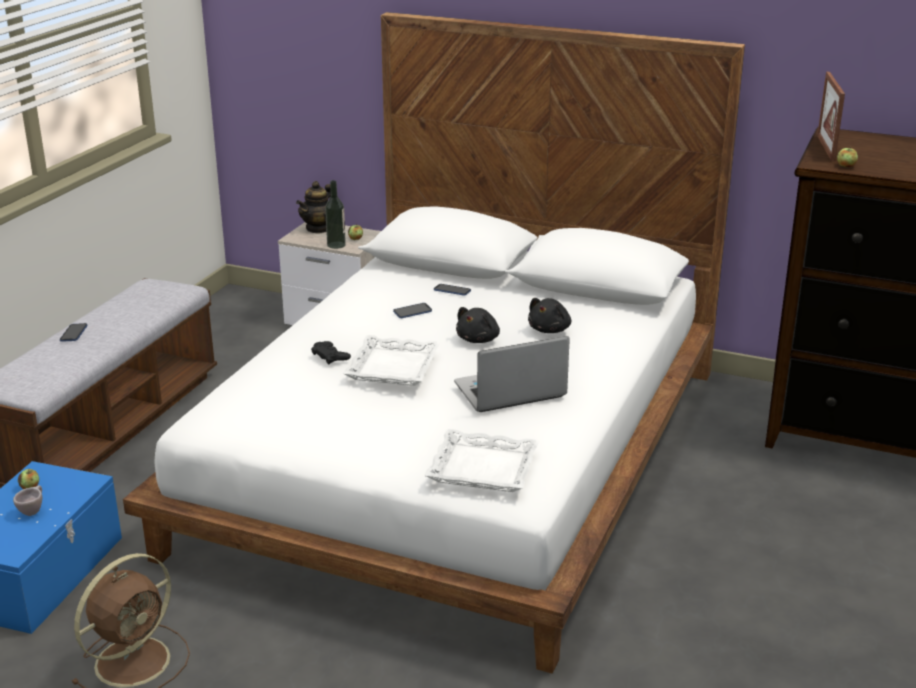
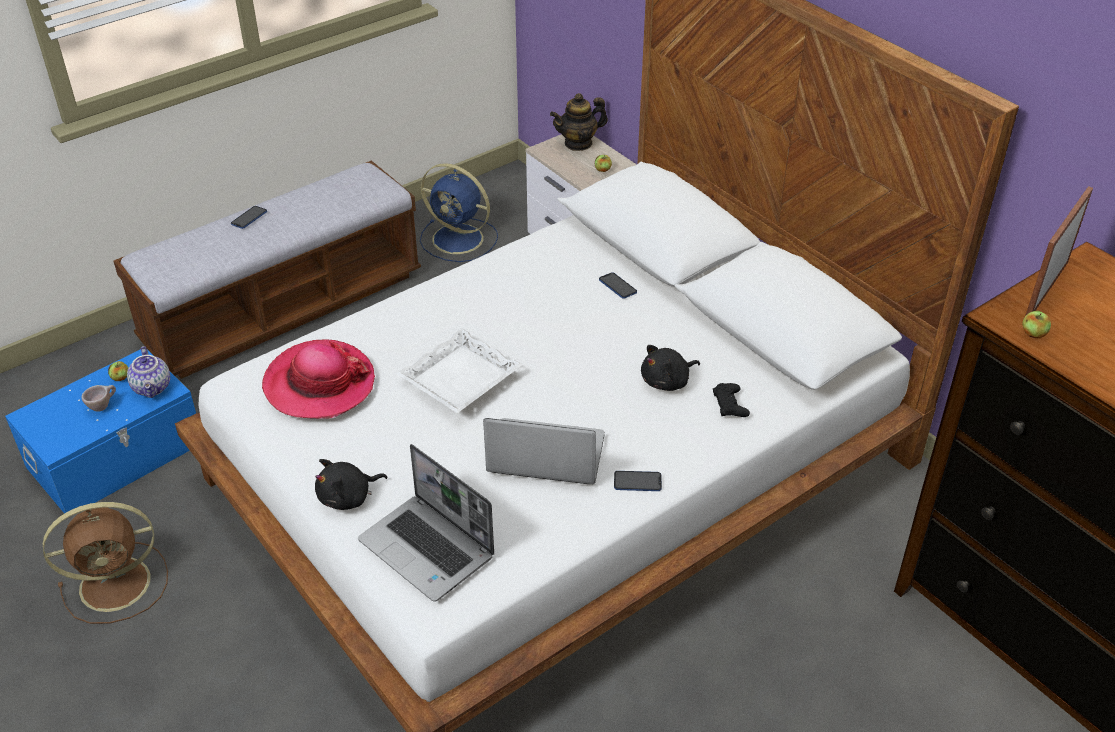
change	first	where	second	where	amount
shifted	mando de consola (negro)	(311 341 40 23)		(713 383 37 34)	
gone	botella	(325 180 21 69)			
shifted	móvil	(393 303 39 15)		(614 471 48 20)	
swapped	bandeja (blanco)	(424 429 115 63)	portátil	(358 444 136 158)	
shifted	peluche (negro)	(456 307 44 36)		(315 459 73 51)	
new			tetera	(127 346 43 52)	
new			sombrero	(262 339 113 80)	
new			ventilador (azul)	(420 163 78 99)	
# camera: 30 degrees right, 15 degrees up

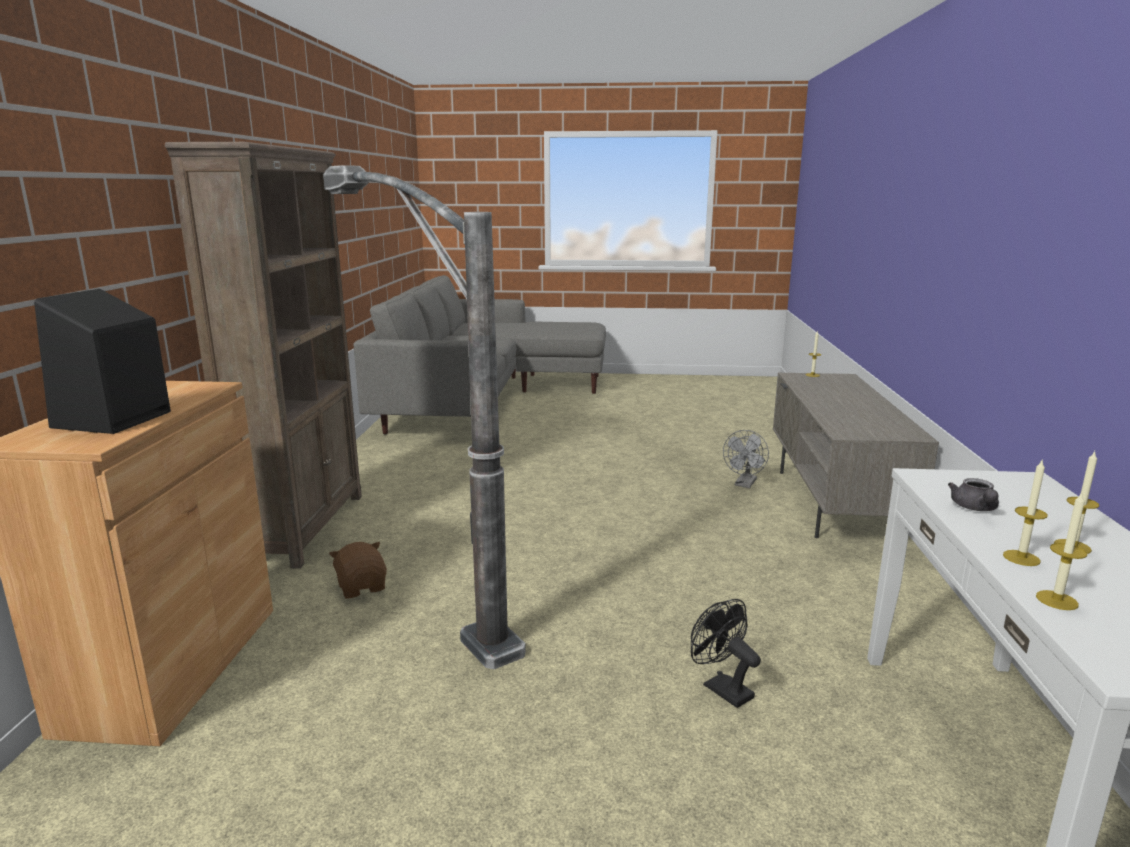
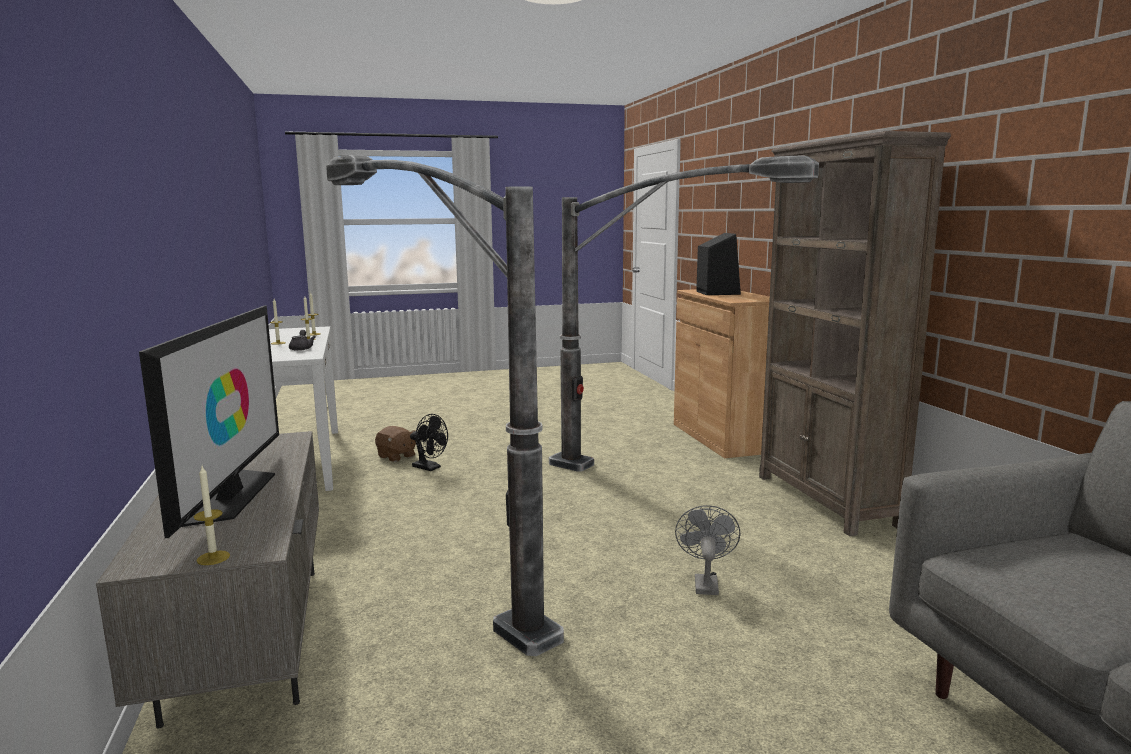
change	first	where	second	where	amount
shifted	peluche (marrón)	(329 542 58 56)		(375 426 41 36)	
shifted	ventilador (gris)	(723 430 46 58)		(675 505 65 90)	
new			televisor	(139 306 140 232)	
new			lámpara de pie	(326 155 238 501)	
# camera: 160 degrees right, 5 degrees down

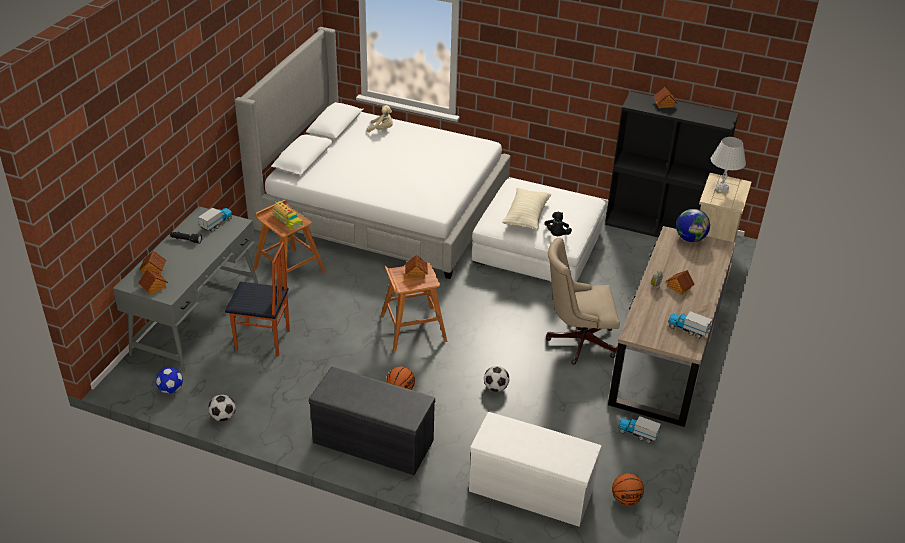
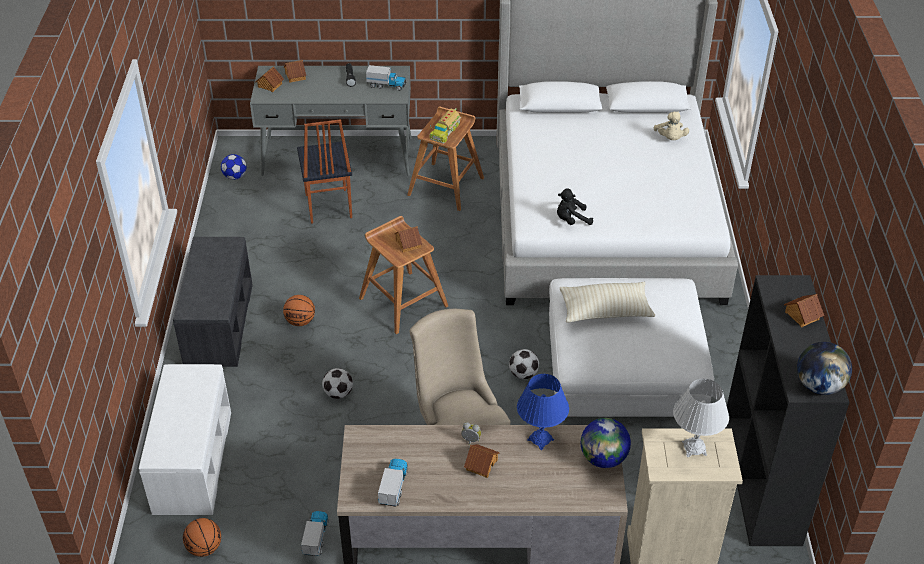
change	first	where	second	where	amount
shifted	balón de fútbol	(208 395 28 26)		(509 349 30 30)	
shifted	peluche (negro)	(545 212 27 24)		(557 188 36 37)	
new			lámpara de mesa (azul)	(517 374 52 76)	
new			globo terráqueo	(797 342 55 53)	
# camera: 70 degrees right, 5 degrees up

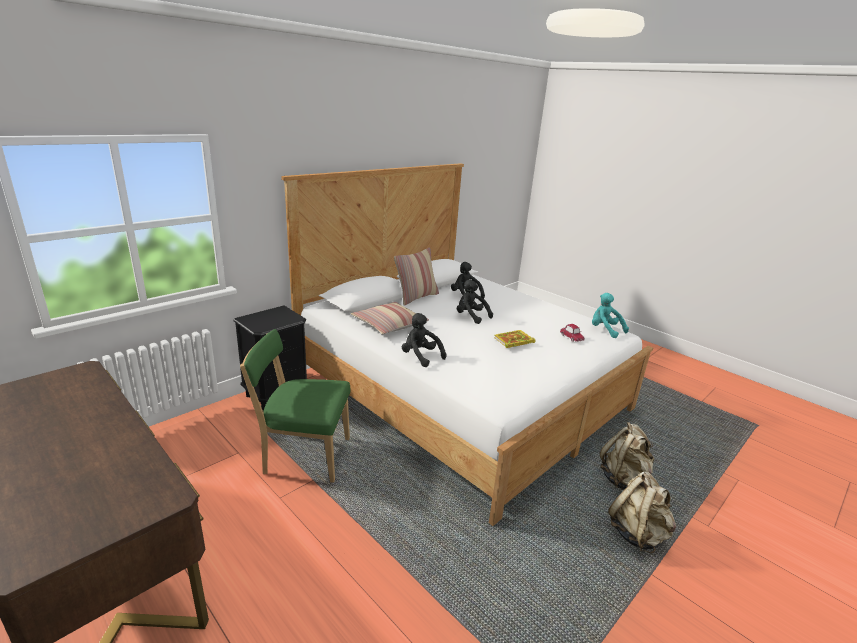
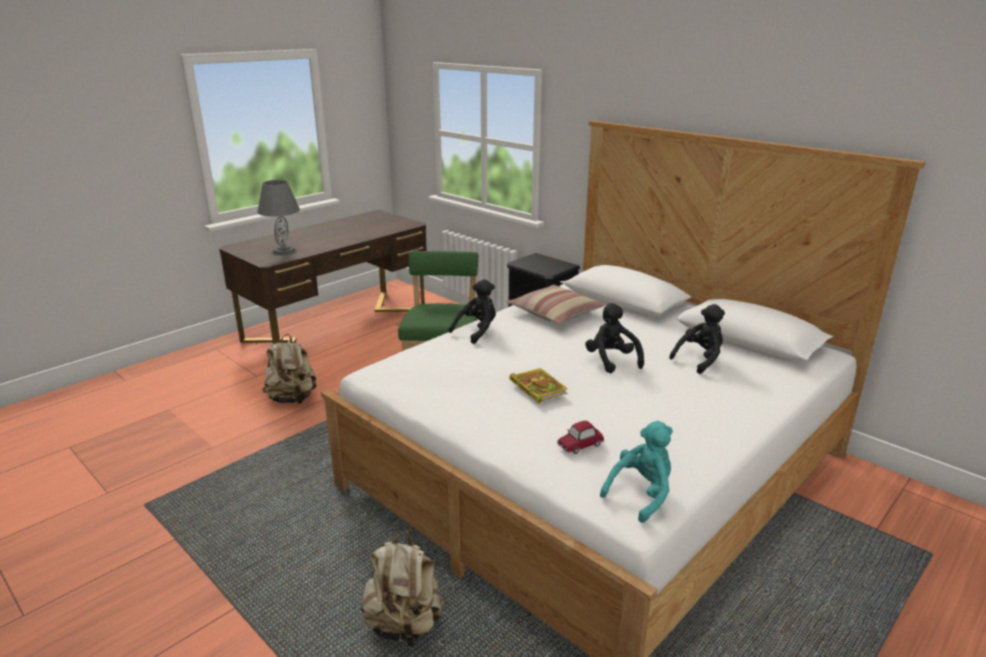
change	first	where	second	where	amount
gone	cojín	(394 248 45 58)			
rotated	peluche (negro)	(457 279 36 45)		(585 303 59 70)	60 degrees counterclockwise
shifted	mochila (beis)	(608 472 68 81)		(262 334 54 70)	
new			lámpara de mesa (gris)	(257 180 43 76)	
# camera: 90 degrees right, 0 degrees up

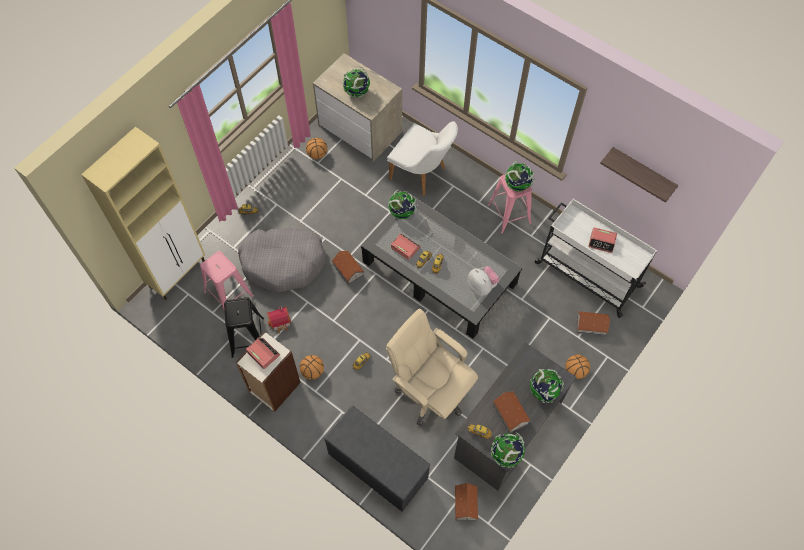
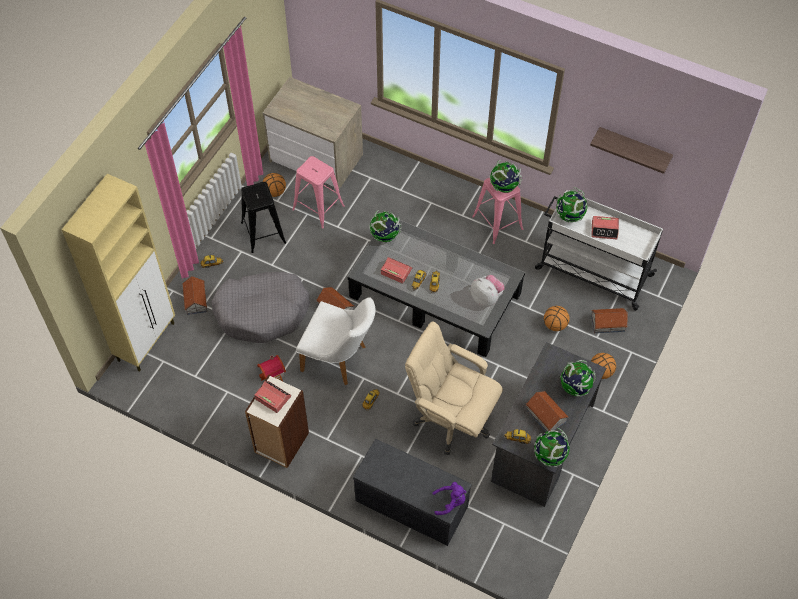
change	first	where	second	where	amount
shifted	taburete (rosa)	(200 251 54 60)		(292 156 53 73)	
shifted	taburete (negro)	(224 297 40 61)		(241 182 45 71)	
shifted	balón de baloncesto	(300 355 24 24)		(544 306 26 25)	
shifted	globo terráqueo	(343 67 27 31)		(556 187 31 35)	
shifted	silla (blanco)	(387 122 71 74)		(296 297 79 88)	
shifted	casita	(455 483 24 38)		(182 276 25 39)	
new			peluche (morado)	(432 482 34 33)	
# camera: 10 degrees left, 5 degrees down

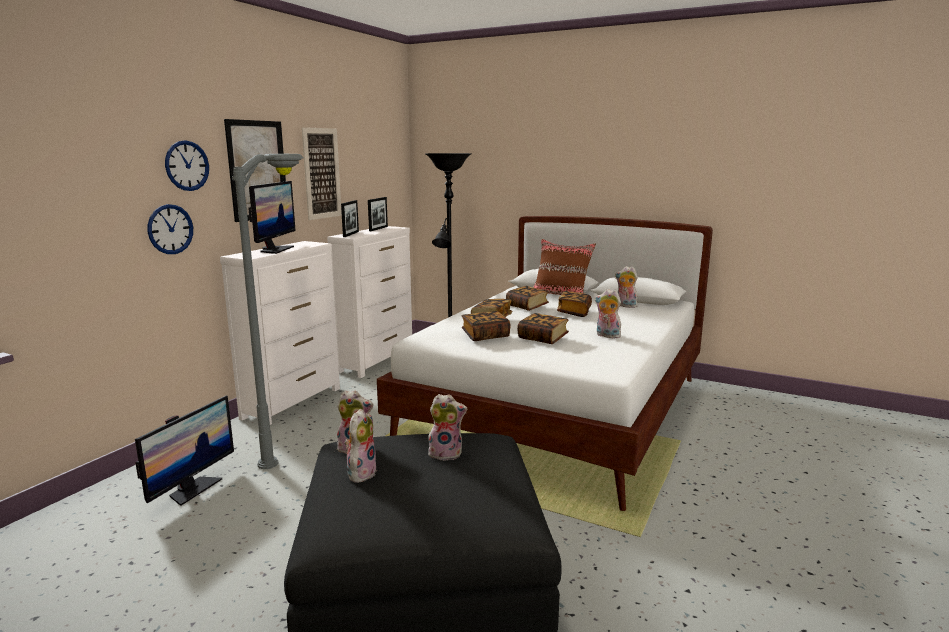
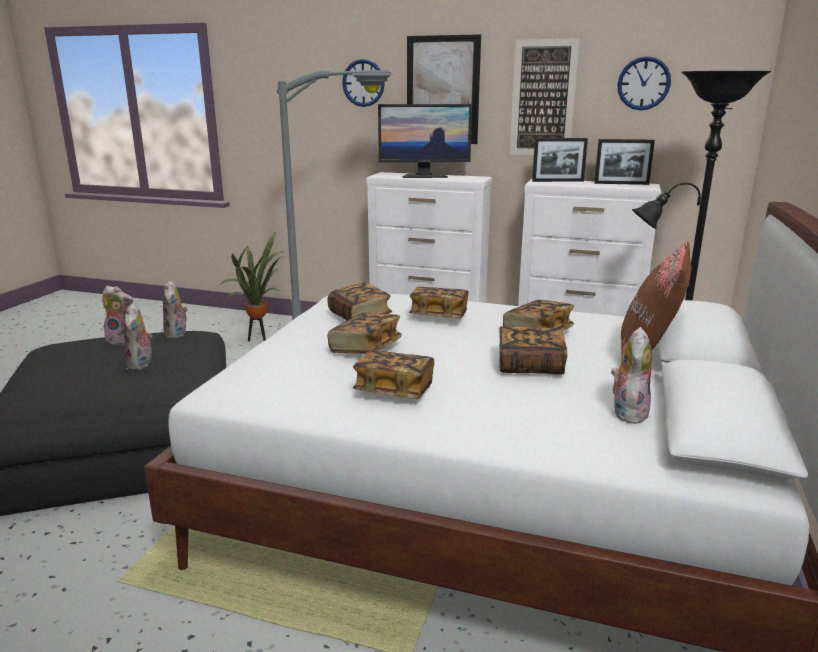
change	first	where	second	where	amount
swapped	monitor	(135 396 99 110)	planta en maceta	(220 232 64 110)	
shifted	reloj de pared	(148 204 45 50)		(617 56 54 54)	
swapped	peluche	(595 289 26 49)	libro	(353 350 81 49)	
# camera: 80 degrees right, 5 degrees up

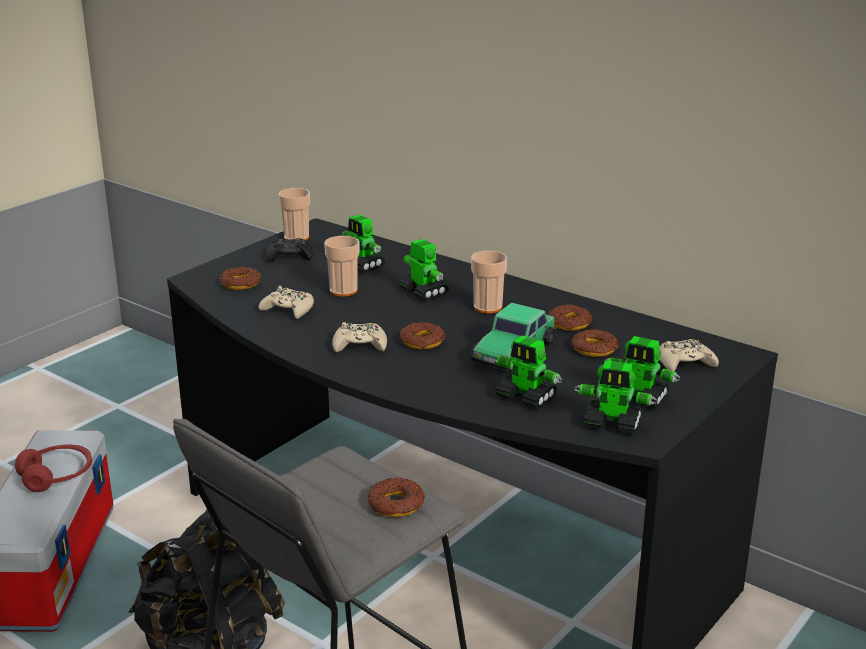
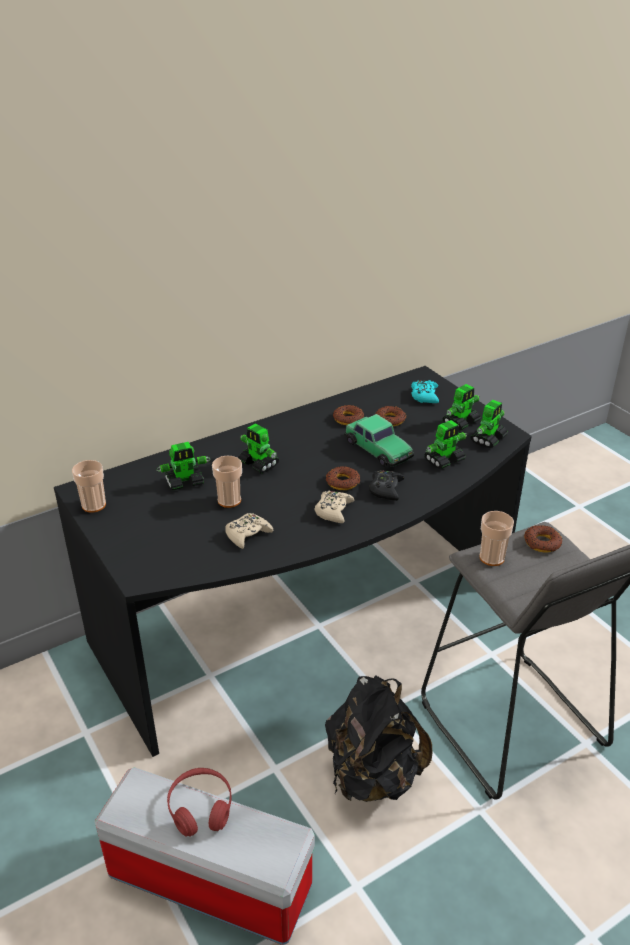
change	first	where	second	where	amount
gone	rosquilla	(219 267 42 23)			
shifted	mando de consola (negro)	(266 238 47 24)		(369 470 36 31)	
rotated	robot de juguete	(399 239 50 62)		(238 423 41 51)	120 degrees counterclockwise
shifted	taza	(471 251 36 63)		(479 511 35 55)	
repainted	mando de consola (beis)	(660 339 59 32)	mando de consola (turquesa)	(411 380 28 23)	
# camera: 70 degrees left, 10 degrees up

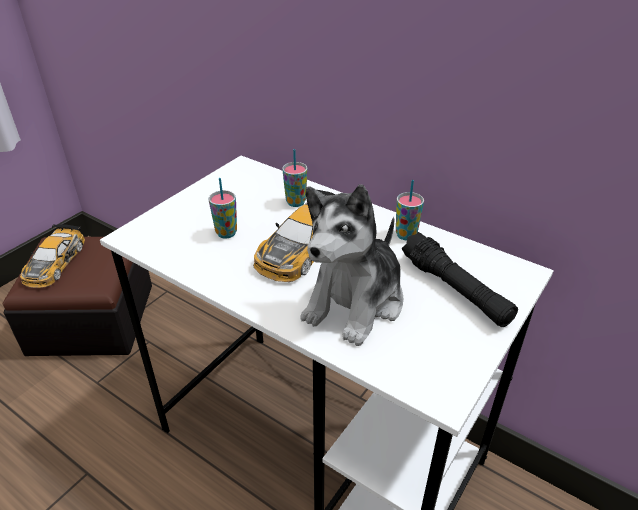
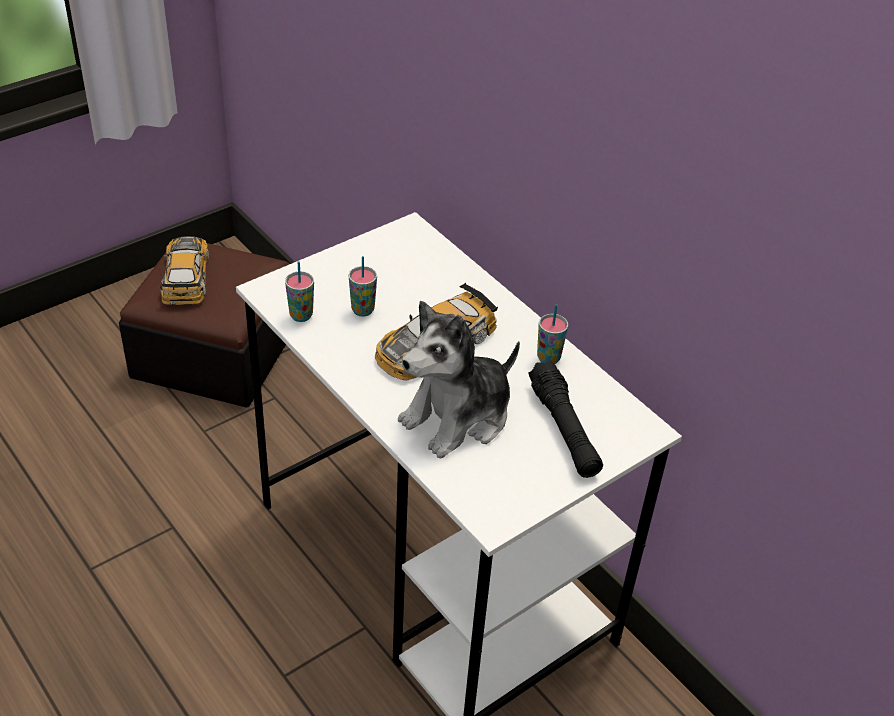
change	first	where	second	where	amount
rotated	coche de juguete	(20 224 65 64)		(160 236 49 69)	150 degrees clockwise
shifted	taza	(282 149 26 58)		(285 261 29 61)	
# camera: 15 degrees right, 5 degrees up

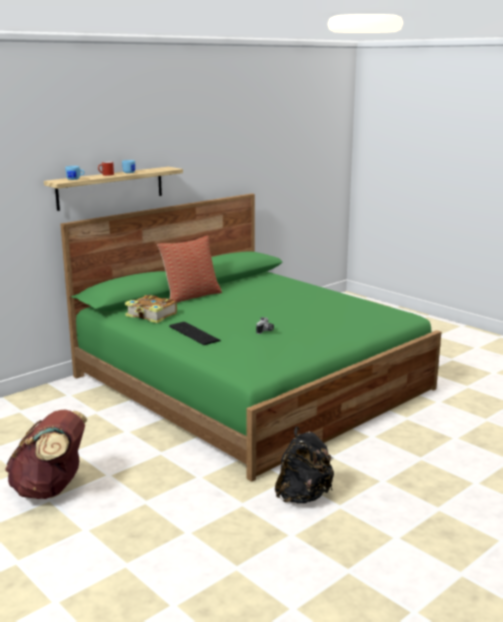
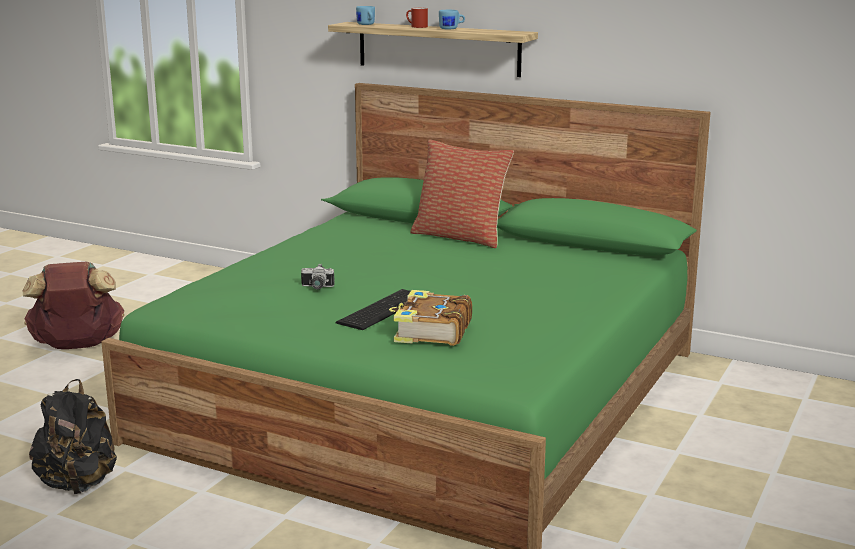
change	first	where	second	where	amount
shifted	libro	(125 295 52 28)		(389 290 83 56)	
shifted	teclado	(169 322 52 23)		(335 289 76 41)	
# camera: 70 degrees right, 0 degrees up

